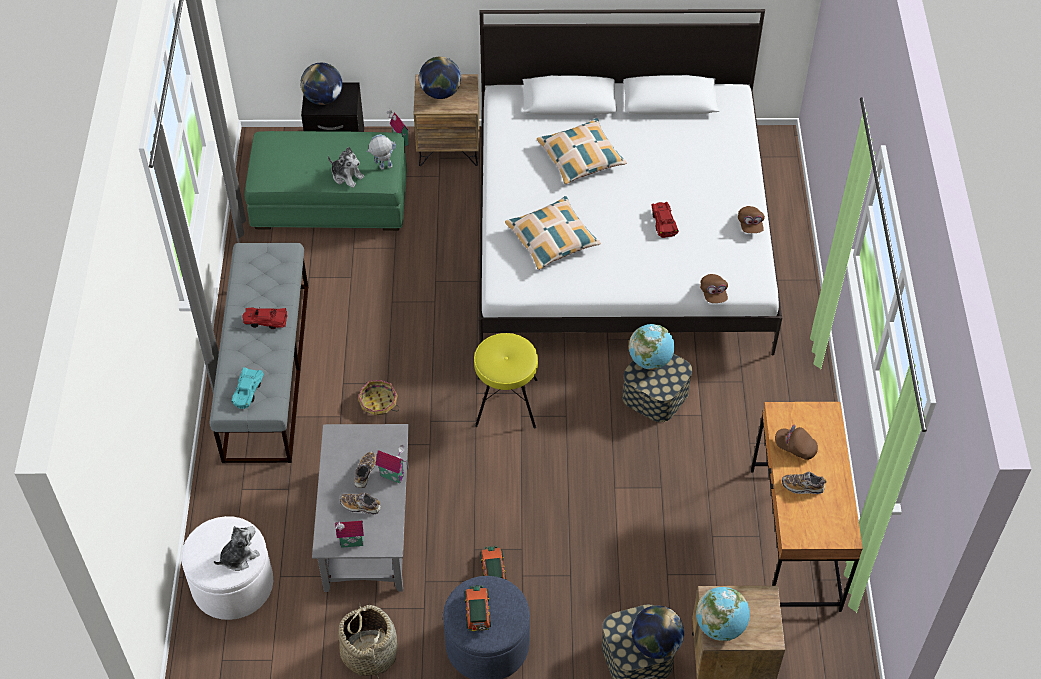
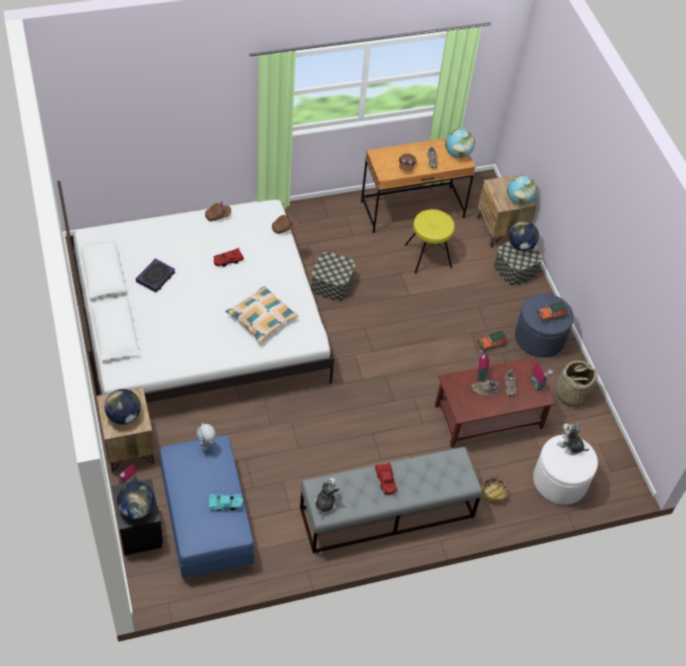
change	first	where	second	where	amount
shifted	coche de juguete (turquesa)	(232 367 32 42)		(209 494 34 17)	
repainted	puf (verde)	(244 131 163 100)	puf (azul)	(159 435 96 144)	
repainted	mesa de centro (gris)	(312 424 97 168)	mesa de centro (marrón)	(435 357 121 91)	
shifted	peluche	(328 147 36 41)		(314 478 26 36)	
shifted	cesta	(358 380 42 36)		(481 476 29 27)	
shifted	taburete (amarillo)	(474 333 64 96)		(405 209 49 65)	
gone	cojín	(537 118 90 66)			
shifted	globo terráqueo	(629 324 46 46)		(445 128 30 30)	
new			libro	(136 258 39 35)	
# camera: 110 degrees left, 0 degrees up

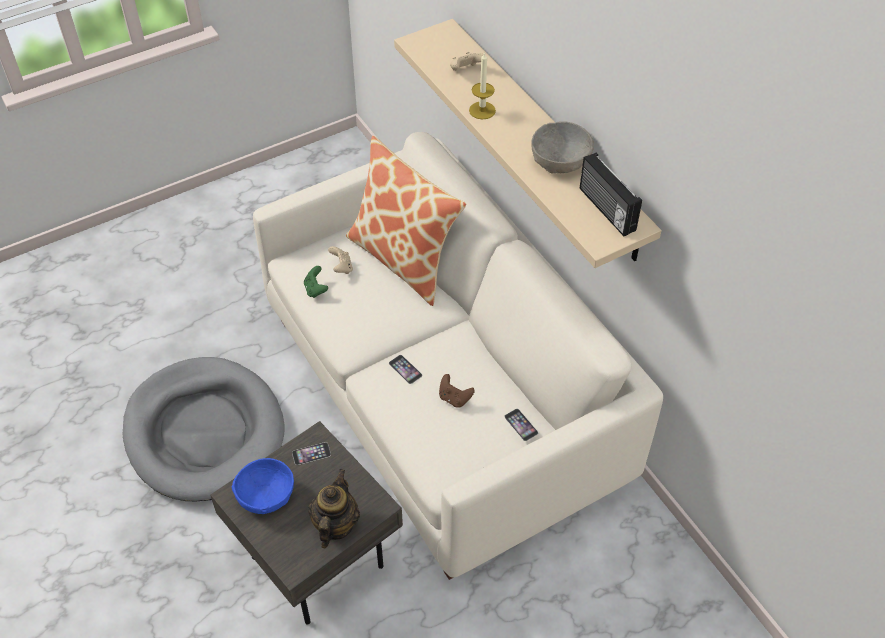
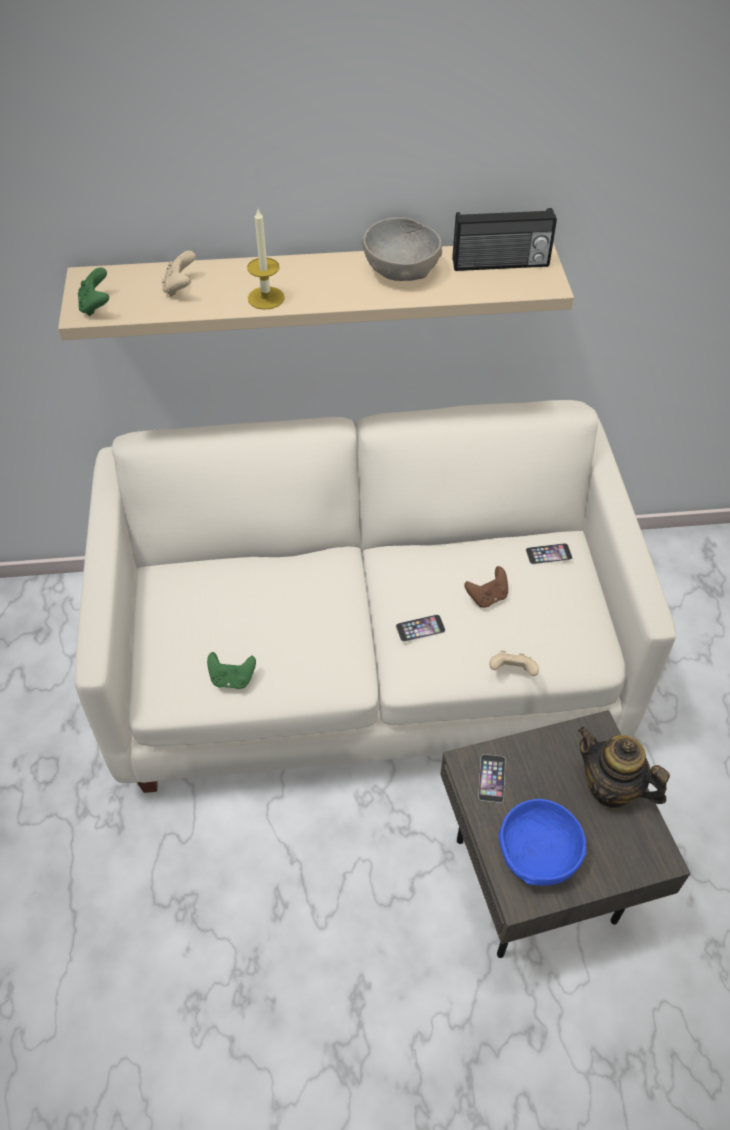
change	first	where	second	where	amount
gone	cama para perro (gris)	(123 357 162 144)			
shifted	mando de consola (beis)	(328 246 25 28)		(489 650 50 26)	
gone	cojín	(346 135 120 171)			
new			mando de consola (verde)	(78 267 31 49)	
# camera: 65 degrees left, 0 degrees up

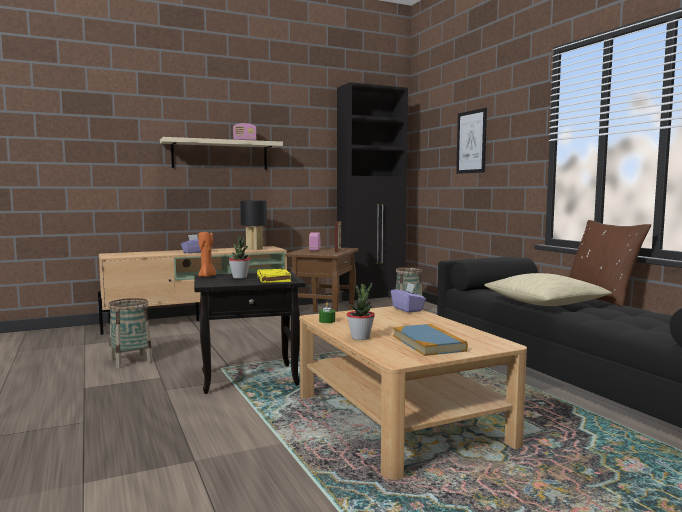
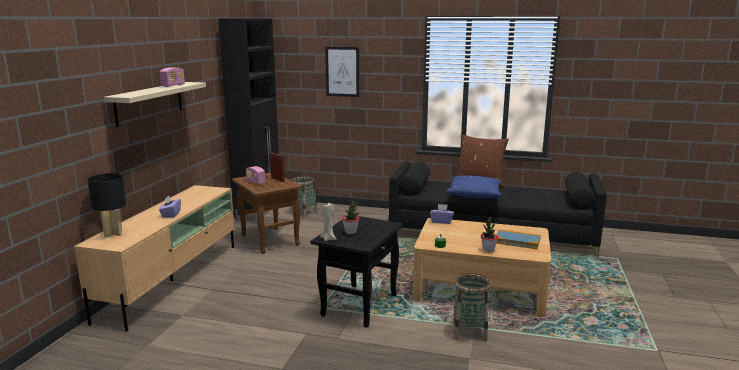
change	first	where	second	where	amount
shifted	cesta	(108 298 45 70)		(453 273 38 69)	
repainted	vela (naranja)	(198 230 18 47)	vela (beis)	(320 203 16 38)	
shifted	lámpara de mesa (negro)	(240 201 27 49)		(87 173 40 65)	
gone	libro (amarillo)	(257 269 34 14)			
repainted	cojín (beis)	(484 273 128 33)	cojín (azul)	(446 175 56 23)	
# camera: 50 degrees left, 10 degrees up

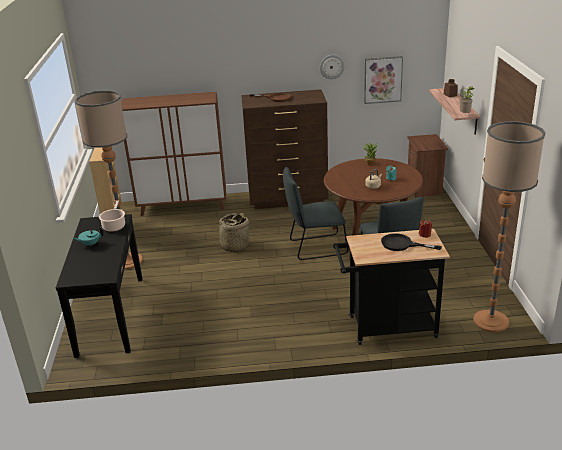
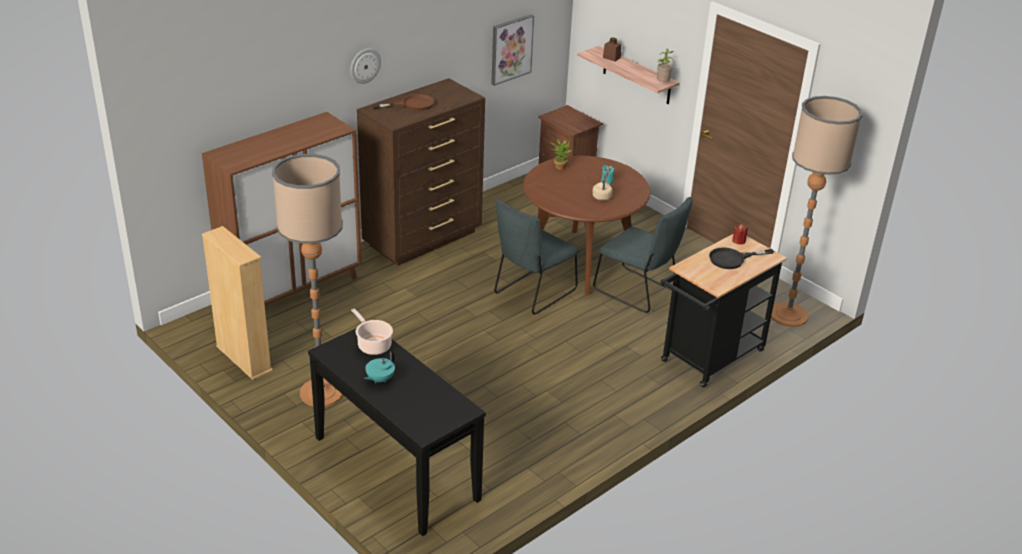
change	first	where	second	where	amount
gone	cesta	(215 213 36 39)			
shifted	reloj de pared	(320 55 25 24)		(350 48 31 36)	
# camera: 40 degrees left, 5 degrees up

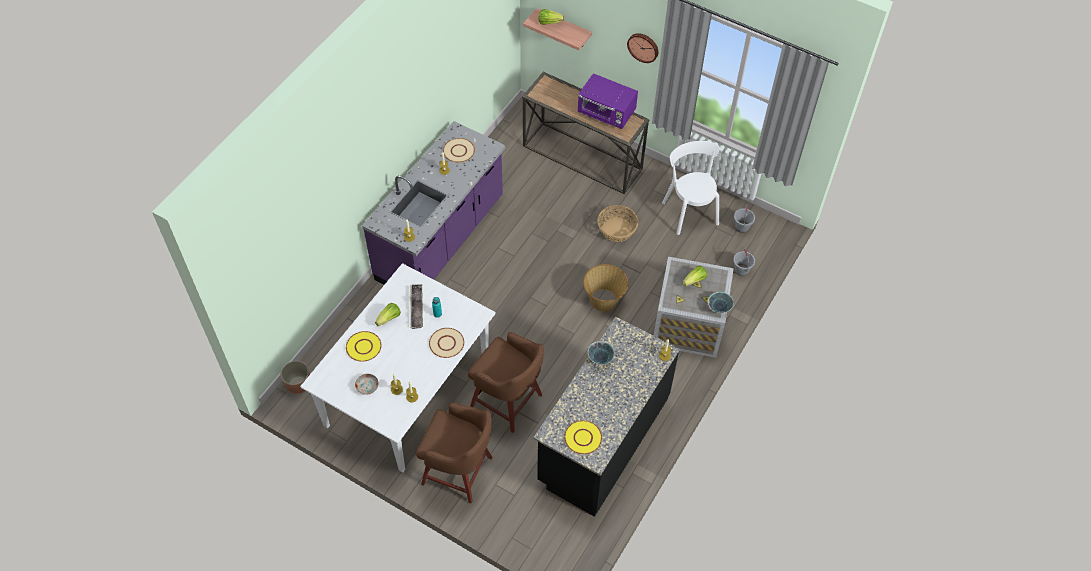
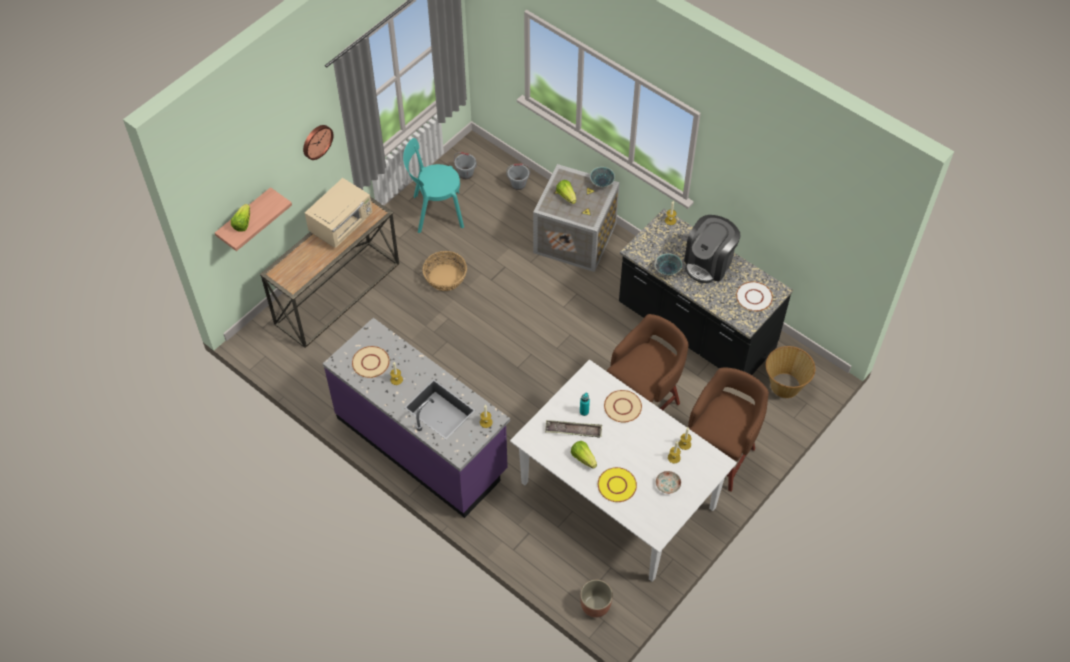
change	first	where	second	where	amount
repainted	plato (amarillo)	(564 420 38 34)	plato (blanco)	(736 282 37 29)	
repainted	microondas (morado)	(577 73 61 56)	microondas (beis)	(305 178 67 70)	
shifted	cesta	(583 264 45 47)		(766 346 49 52)	
repainted	silla (blanco)	(662 141 57 94)	silla (turquesa)	(403 138 61 95)	
new			cafetera	(684 215 57 68)	
# camera: 80 degrees left, 0 degrees up

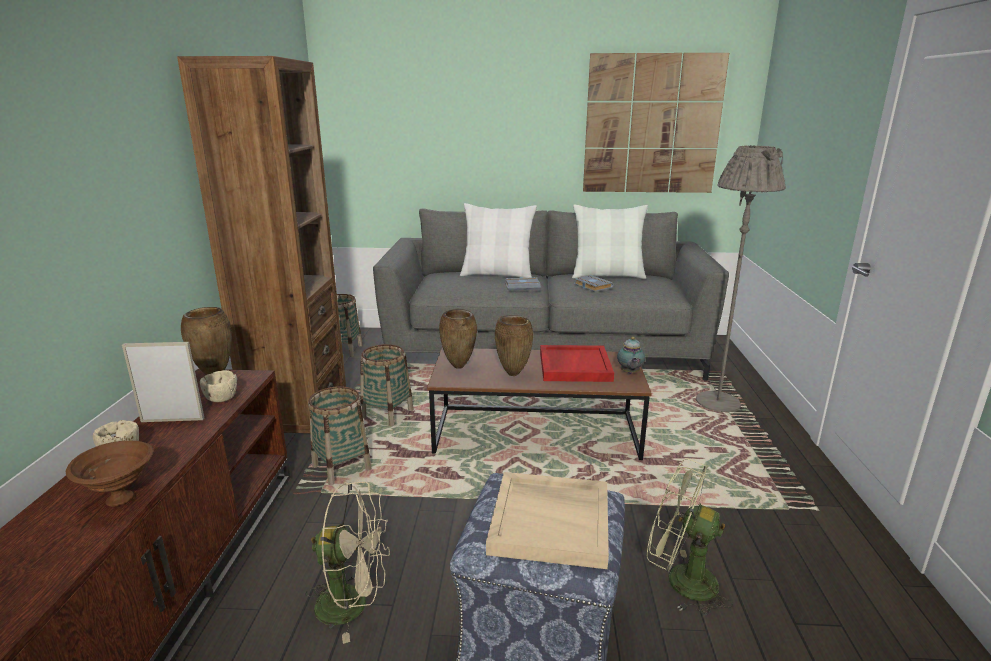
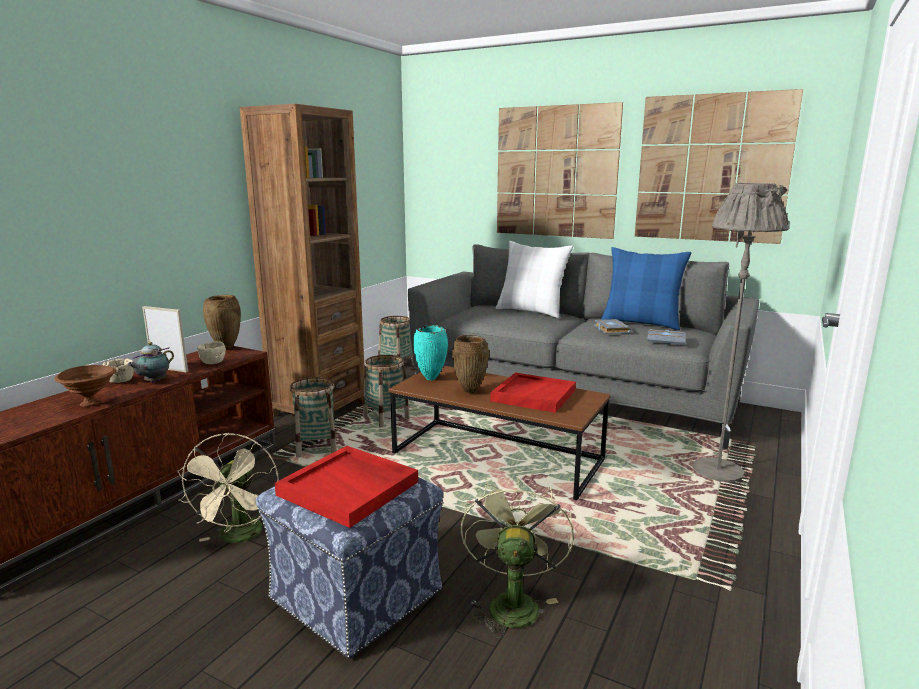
change	first	where	second	where	amount
rotated	ventilador (beis)	(305 482 85 162)		(177 433 102 110)	60 degrees clockwise
repainted	florero (marrón)	(439 309 38 60)	florero (turquesa)	(413 325 35 56)	
repainted	bandeja (beis)	(486 472 123 97)	bandeja (rojo)	(275 446 143 82)	
shifted	libro (gris)	(505 277 36 13)		(647 329 39 16)	
repainted	cojín (blanco)	(572 204 76 75)	cojín (azul)	(601 247 91 83)	
shifted	tetera	(617 337 28 37)		(127 342 47 41)	
rotated	ventilador (verde)	(647 458 86 157)		(461 477 113 162)	45 degrees clockwise
new			cuadro	(497 102 126 137)	
# camera: 25 degrees right, 5 degrees down

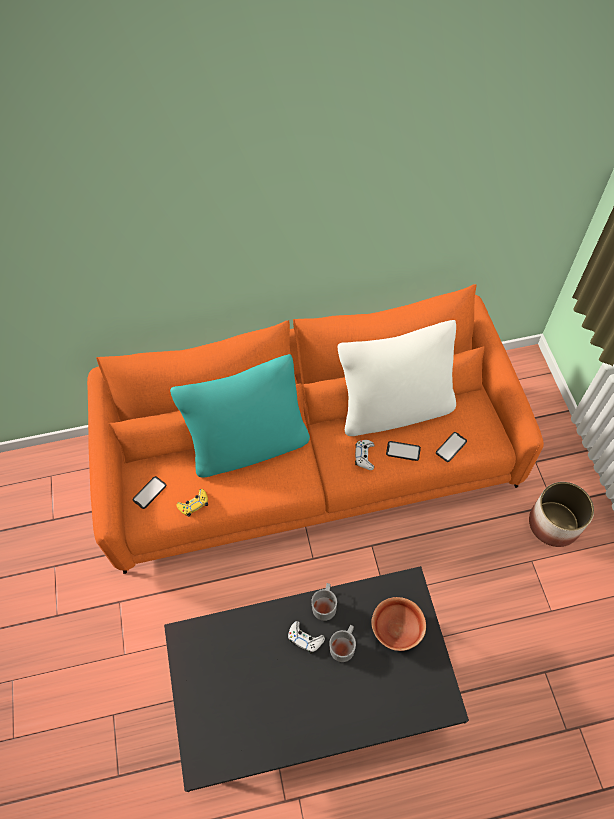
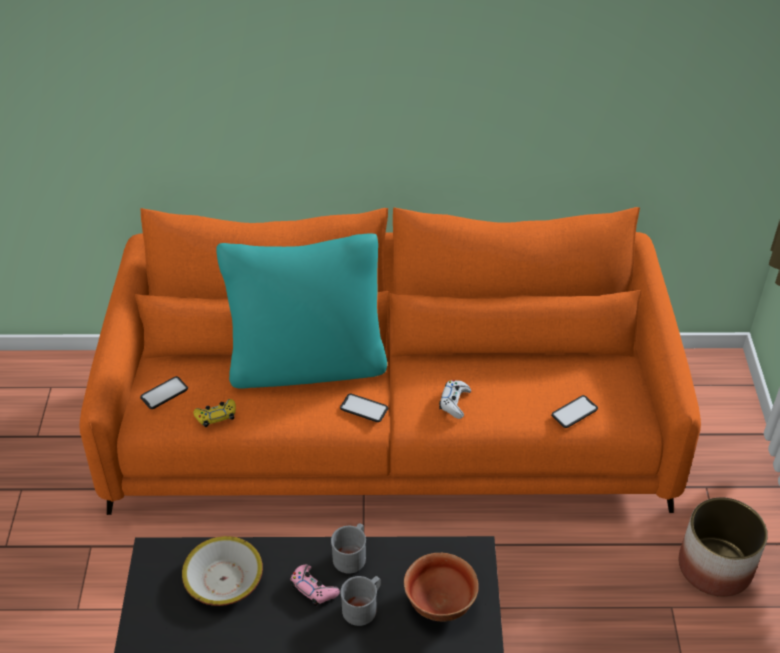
change	first	where	second	where	amount
repainted	mando de consola (blanco)	(288 621 37 33)	mando de consola (rosa)	(291 565 49 42)	
gone	cojín (blanco)	(338 320 118 116)			
shifted	móvil	(386 441 35 20)		(340 394 48 28)	
new			cuenco	(182 536 81 70)	
# camera: 10 degrees right, 15 degrees down

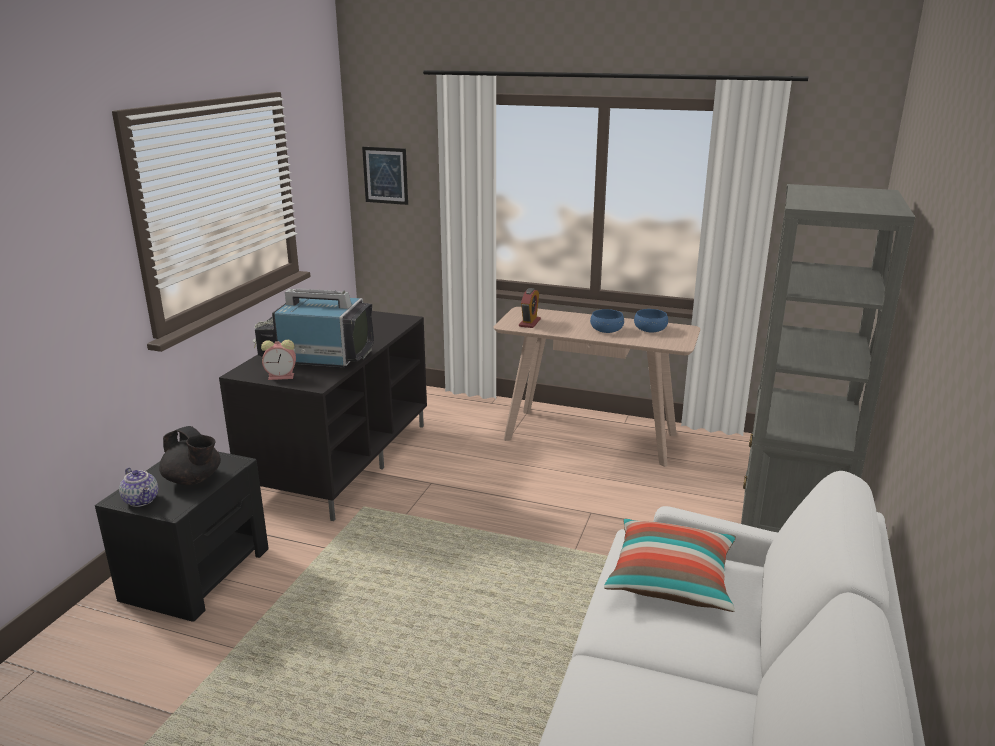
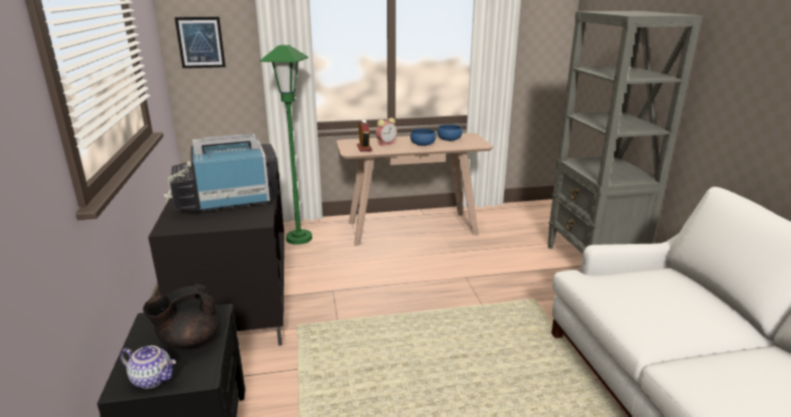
change	first	where	second	where	amount
rotated	tetera (negro)	(159 426 62 59)		(143 284 78 65)	135 degrees clockwise
shifted	despertador	(261 340 35 40)		(376 118 21 28)	
gone	cojín	(604 518 132 94)			
new			lámpara de pie (verde)	(260 45 52 200)	
# camera: 30 degrees left, 0 degrees up

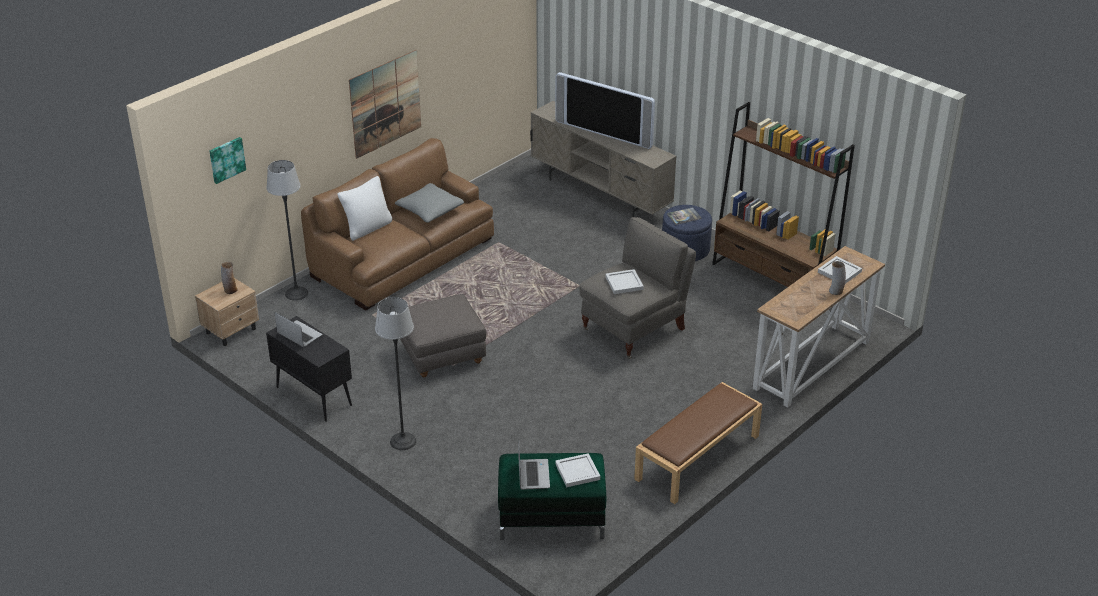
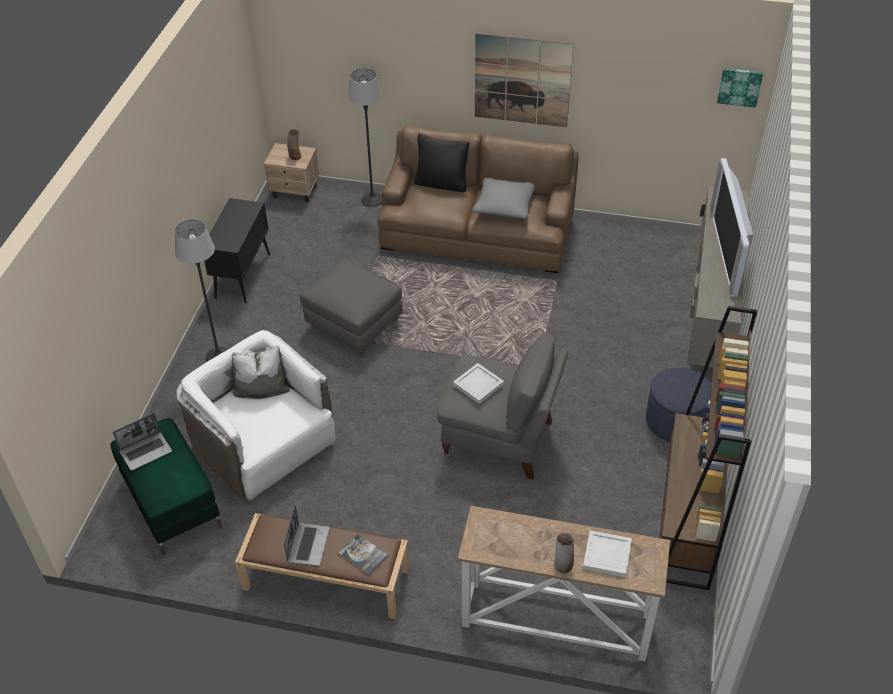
change	first	where	second	where	amount
shifted	cuadro	(209 137 37 47)		(717 68 46 40)	
shifted	portátil	(275 312 47 35)		(284 505 46 61)	
repainted	cojín (blanco)	(337 176 55 65)	cojín (negro)	(414 133 55 59)	
gone	bandeja (blanco)	(555 453 45 34)			
shifted	libro	(667 207 35 18)		(339 534 50 41)	
new			sillón (blanco)	(176 330 159 172)	
# camera: 60 degrees right, 10 degrees up

